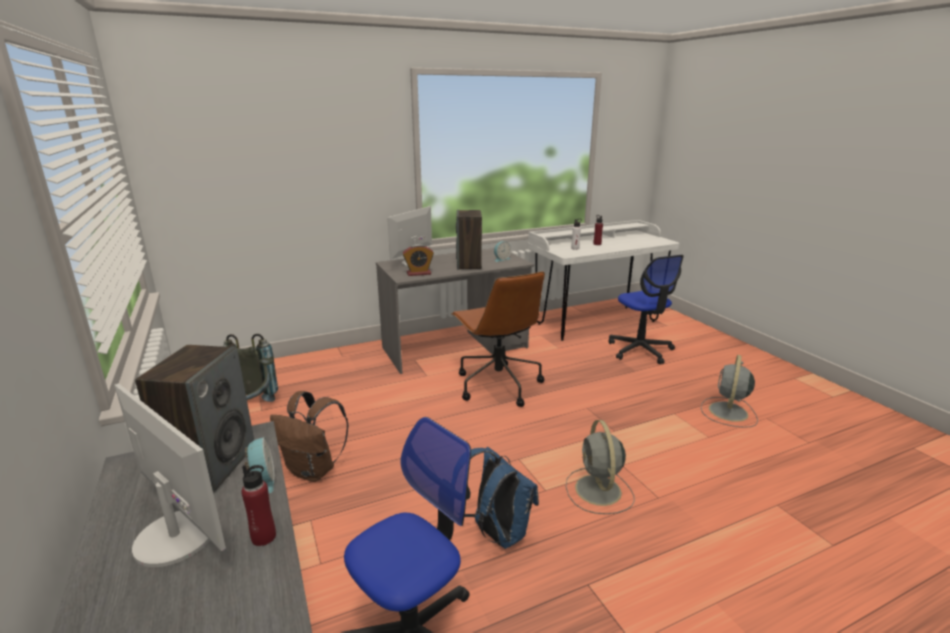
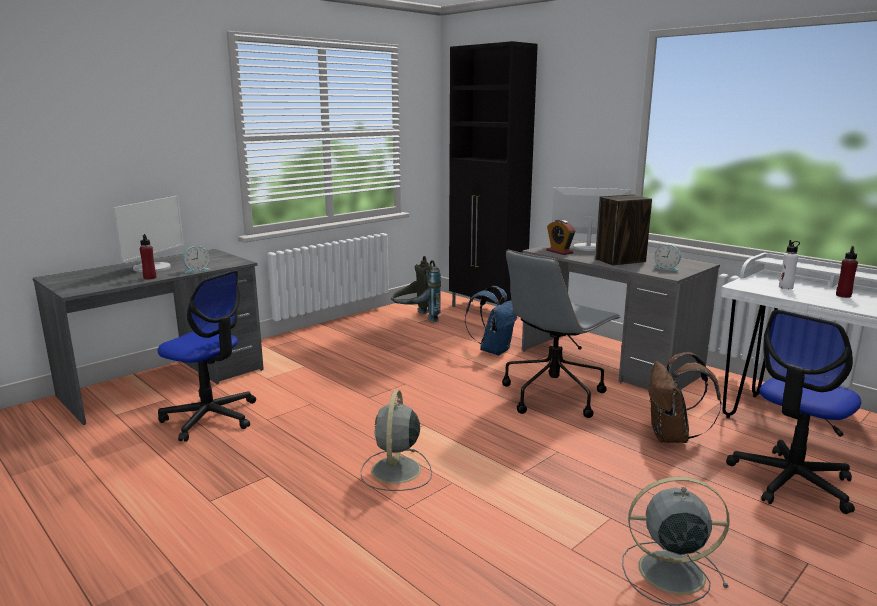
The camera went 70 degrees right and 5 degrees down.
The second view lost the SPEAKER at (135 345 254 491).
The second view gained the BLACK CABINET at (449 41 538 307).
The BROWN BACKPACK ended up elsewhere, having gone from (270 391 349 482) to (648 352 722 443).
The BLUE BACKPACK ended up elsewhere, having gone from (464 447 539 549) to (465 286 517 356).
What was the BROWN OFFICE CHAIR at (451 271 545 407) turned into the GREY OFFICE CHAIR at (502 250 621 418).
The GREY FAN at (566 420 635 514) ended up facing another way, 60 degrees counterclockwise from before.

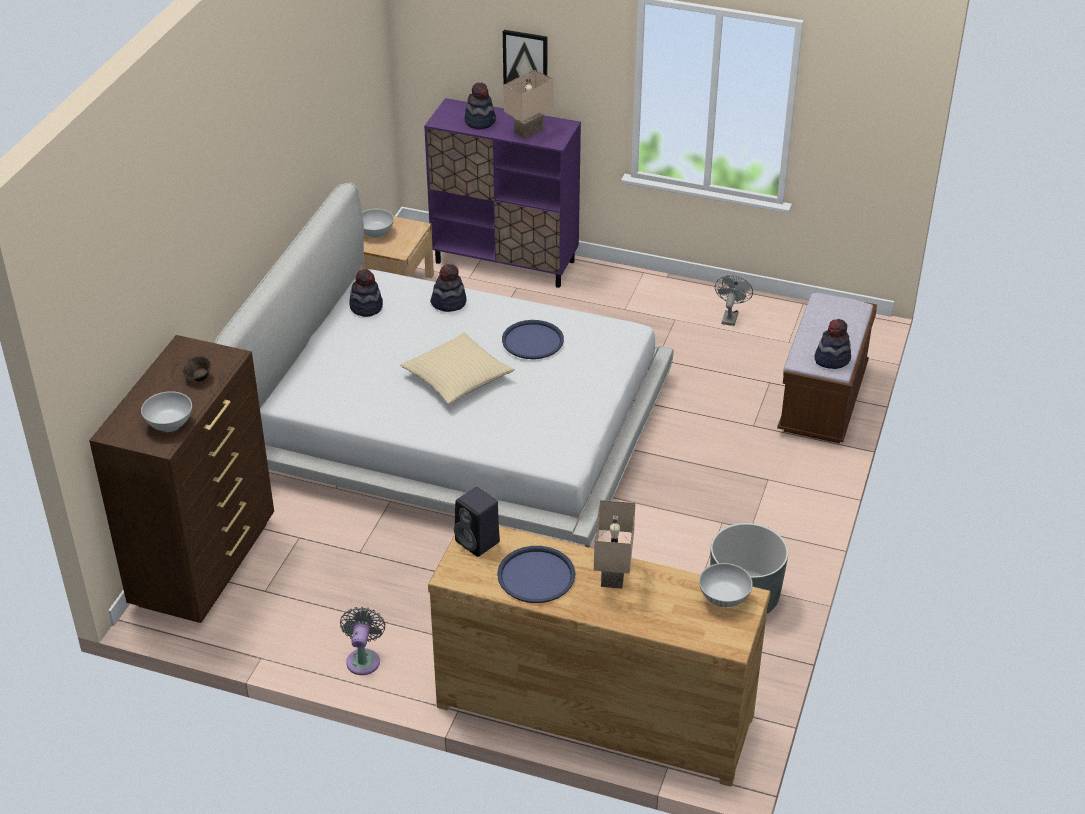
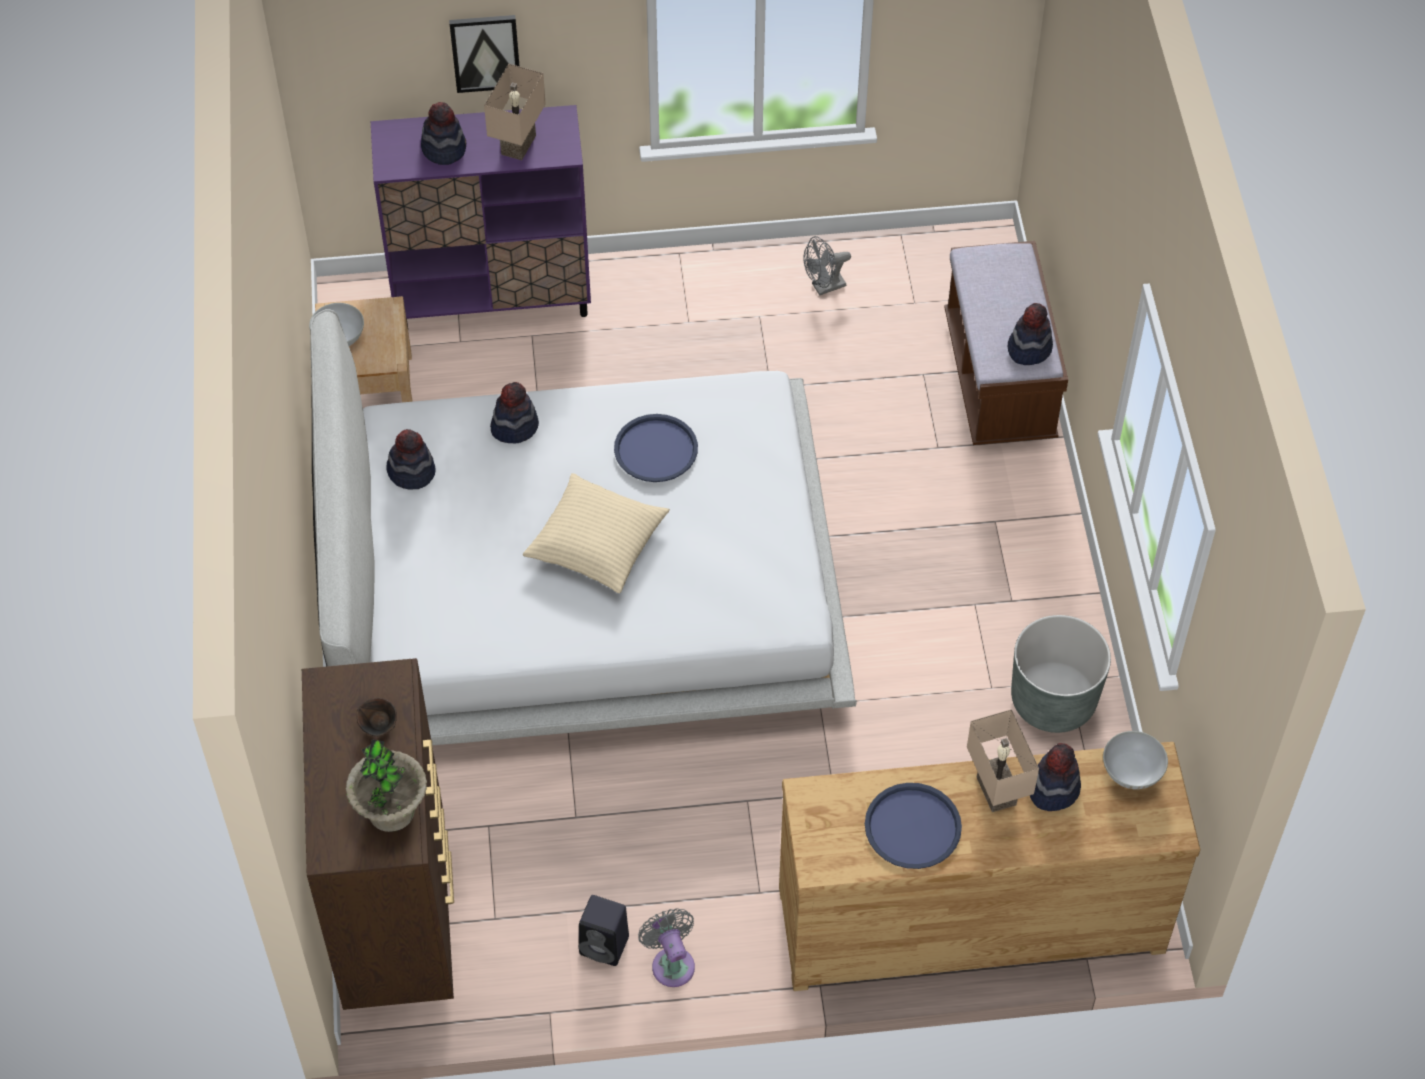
The camera went 25 degrees left and 15 degrees up.
The second view gained the HAT at (1030 743 1081 811).
The BLACK SPEAKER ended up elsewhere, having gone from (454 487 500 557) to (579 895 629 966).
Where the WHITE BOWL stood at (141 391 192 432), the POTTED PLANT came to stand at (346 739 427 832).
The GREY FAN at (715 275 753 326) ended up facing another way, 105 degrees counterclockwise from before.

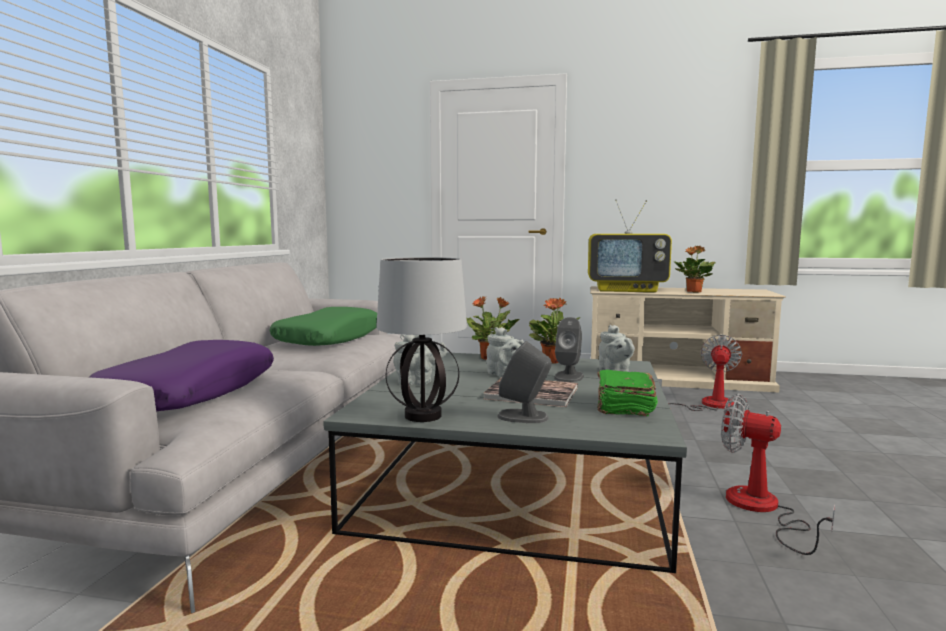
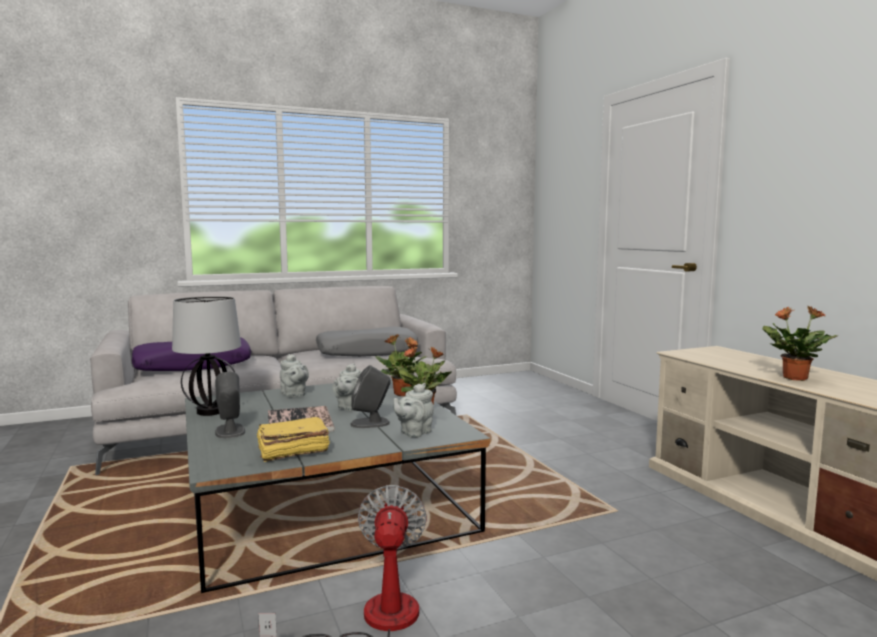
The camera went 55 degrees right and 0 degrees up.
The second view lost the TELEVISION at (588 199 672 292).
The second view lost the FAN at (658 335 742 411).
What was the GREEN PILLOW at (269 307 377 346) turned into the GREY PILLOW at (316 327 418 357).
What was the GREEN BOOK at (597 370 658 416) turned into the YELLOW BOOK at (256 417 330 462).

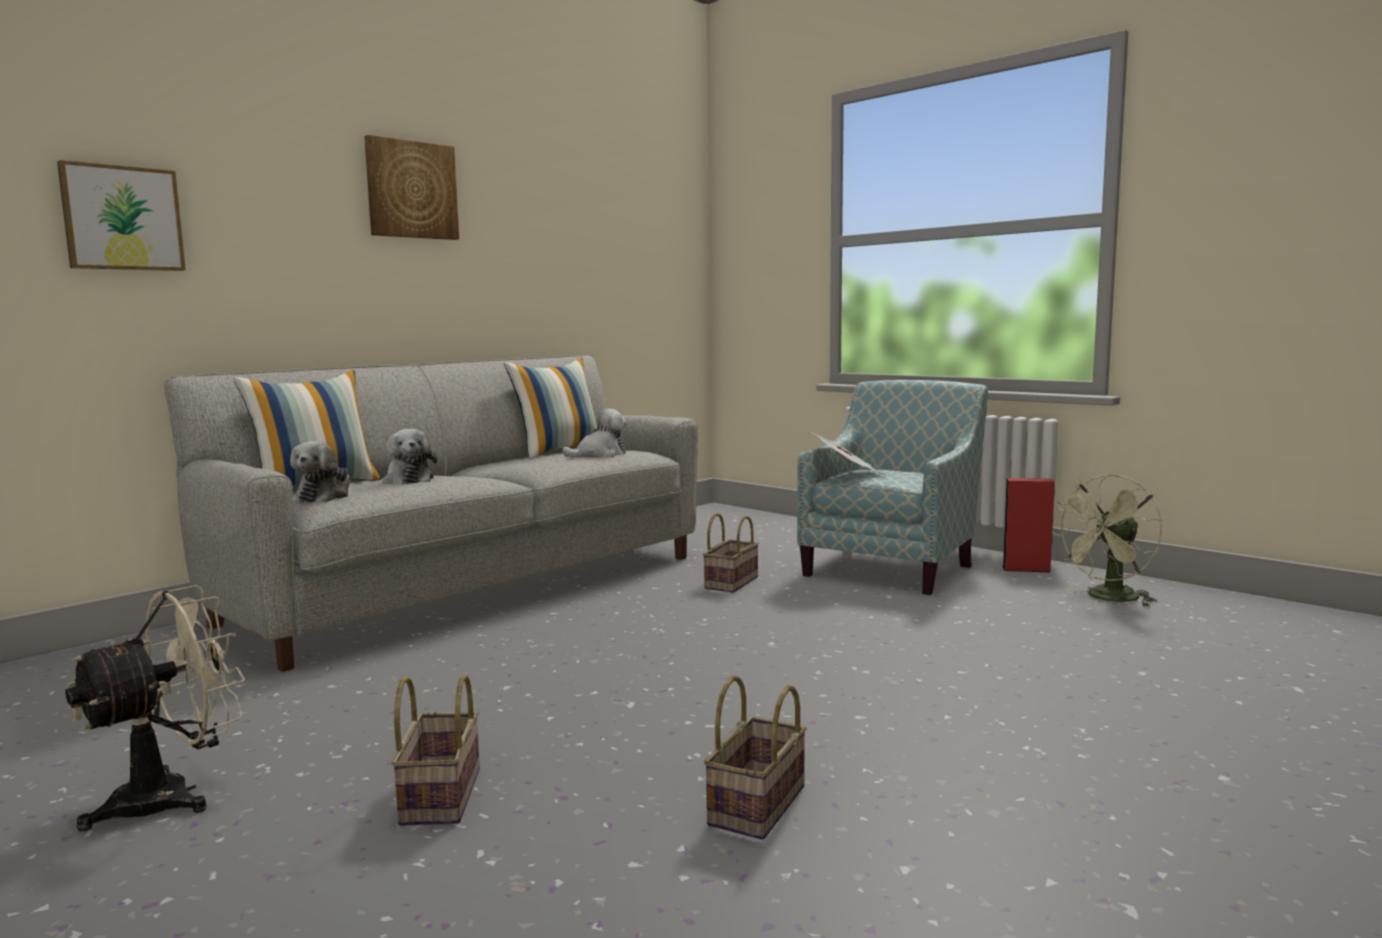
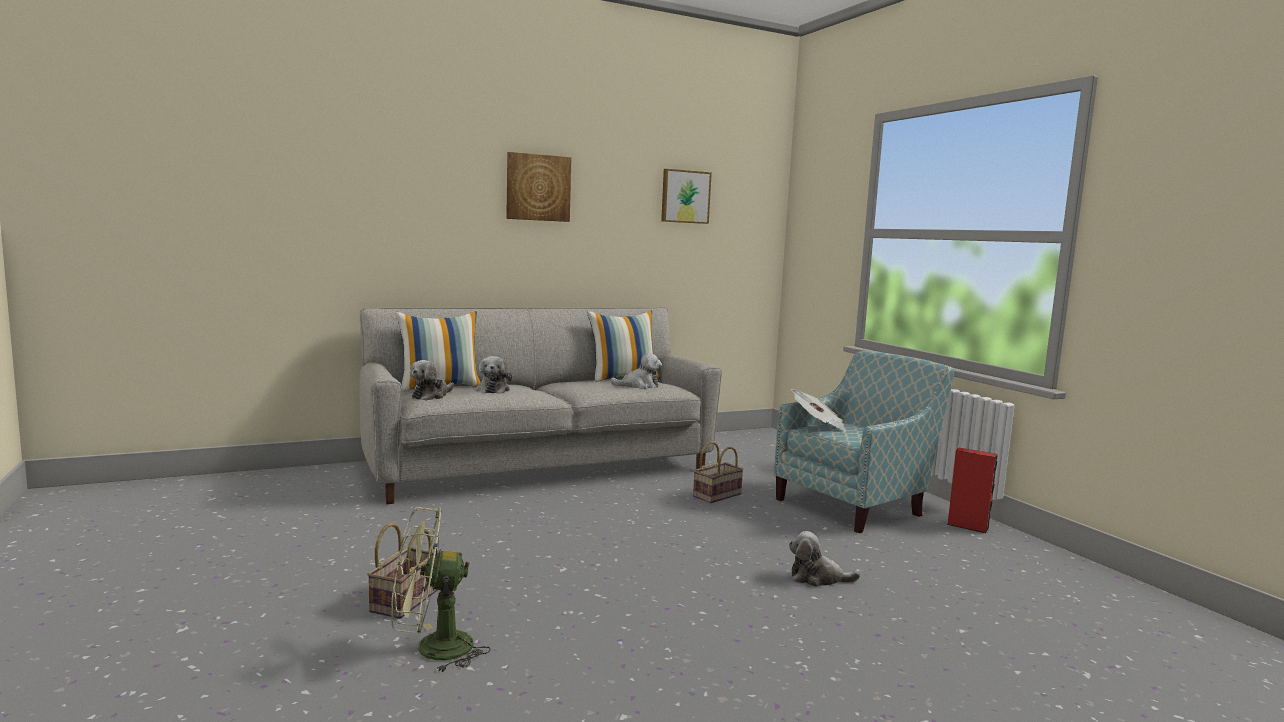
The camera went 20 degrees right and 0 degrees up.
The second view lost the BEIGE FAN at (65 585 246 831).
The second view lost the BASKET at (704 676 807 840).
The second view gained the PLUSH TOY at (789 531 860 587).
The PICTURE ended up elsewhere, having gone from (57 160 186 271) to (661 169 712 224).
The GREEN FAN ended up elsewhere, having gone from (1052 474 1162 607) to (391 507 491 673).

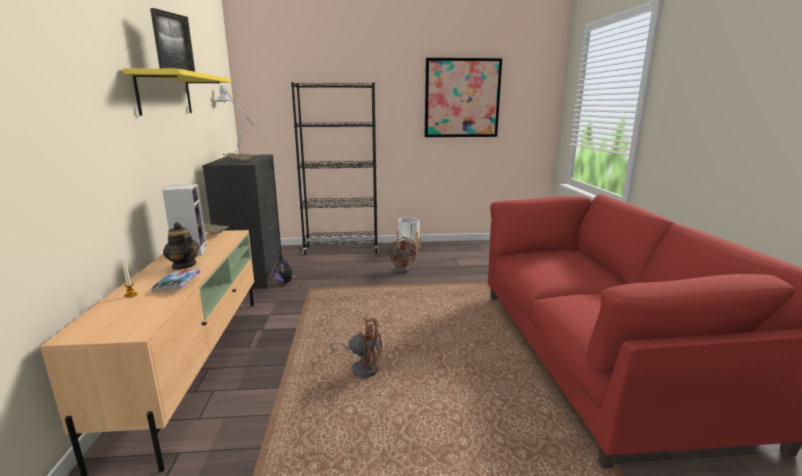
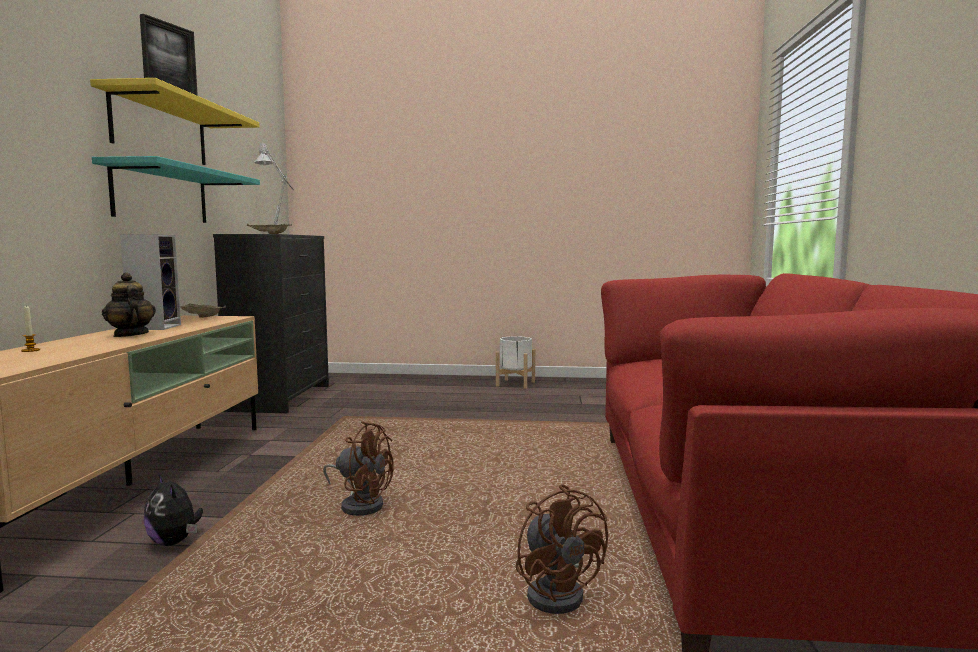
The camera went 10 degrees right and 10 degrees down.
The second view lost the BOOK at (151 269 200 292).
The second view lost the BLACK BOOKCASE at (291 82 378 255).
The second view lost the PICTURE at (425 58 502 137).
The second view gained the TURQUOISE SHELF at (92 156 260 223).
The PLUSH TOY ended up elsewhere, having gone from (274 258 296 283) to (144 474 203 546).
The BROWN FAN ended up elsewhere, having gone from (390 236 416 273) to (516 484 608 614).

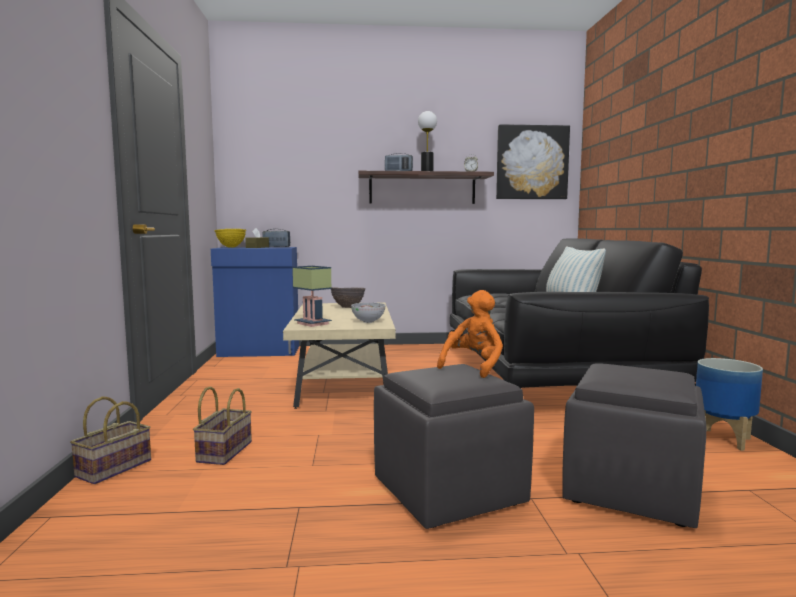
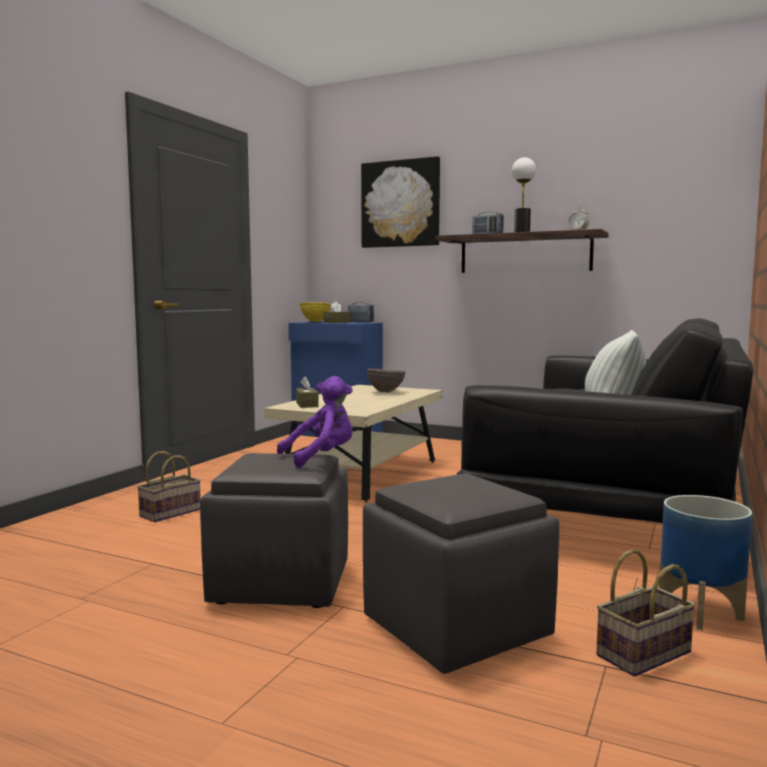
The camera went 30 degrees right and 0 degrees up.
The second view lost the BOWL at (351 303 385 323).
The BASKET ended up elsewhere, having gone from (70 396 151 484) to (596 549 696 677).
The PICTURE ended up elsewhere, having gone from (496 124 570 199) to (361 156 440 248).
Where the TABLE LAMP stood at (292 266 332 327), the BROWN TISSUE BOX came to stand at (296 376 319 408).
What was the ORANGE PLUSH TOY at (437 290 503 378) turned into the PURPLE PLUSH TOY at (277 376 353 468).

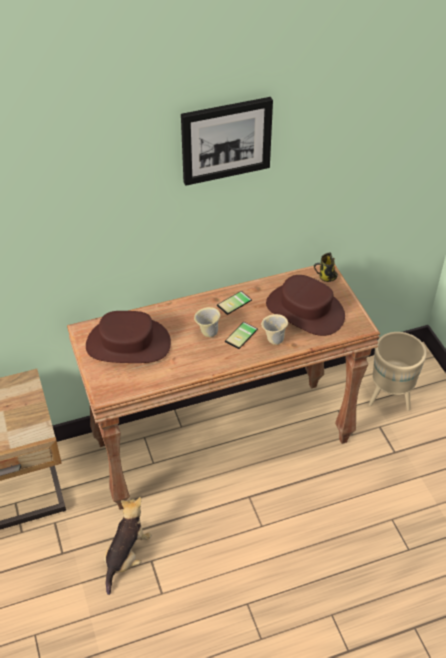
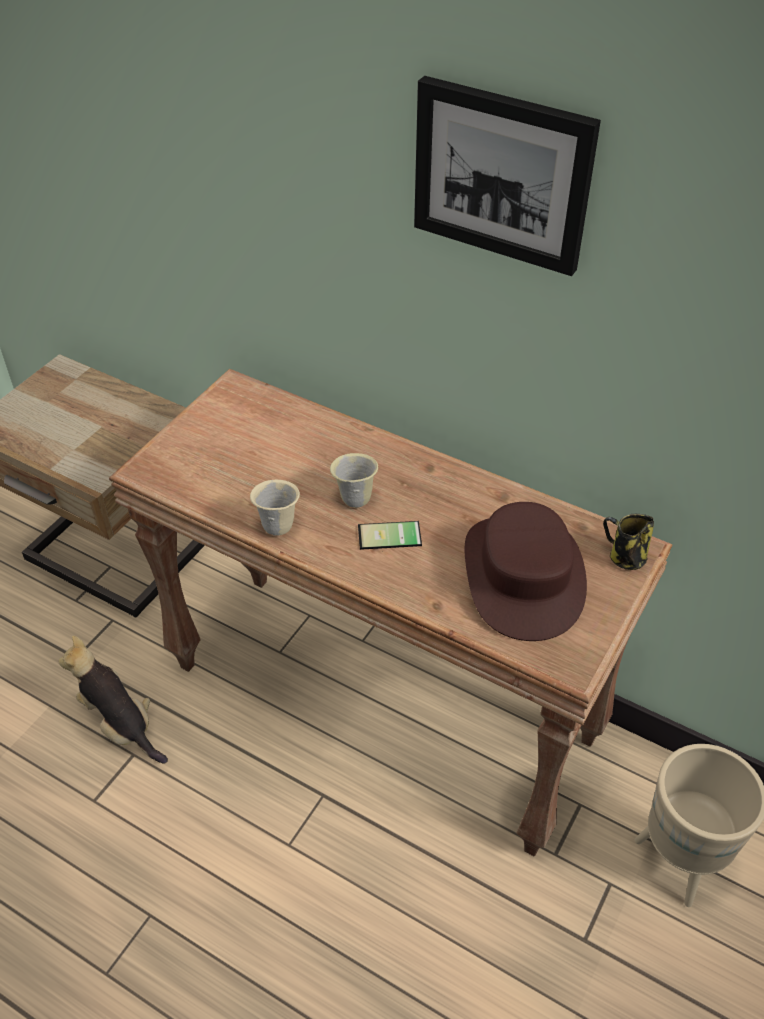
The camera went 50 degrees right and 0 degrees up.
The second view lost the BROWN HAT at (86 311 171 363).
The second view lost the PHONE at (217 291 252 315).
The BEIGE MUG ended up elsewhere, having gone from (261 314 288 345) to (250 480 300 536).
The PLUSH TOY at (104 497 152 595) ended up facing another way, 120 degrees counterclockwise from before.

